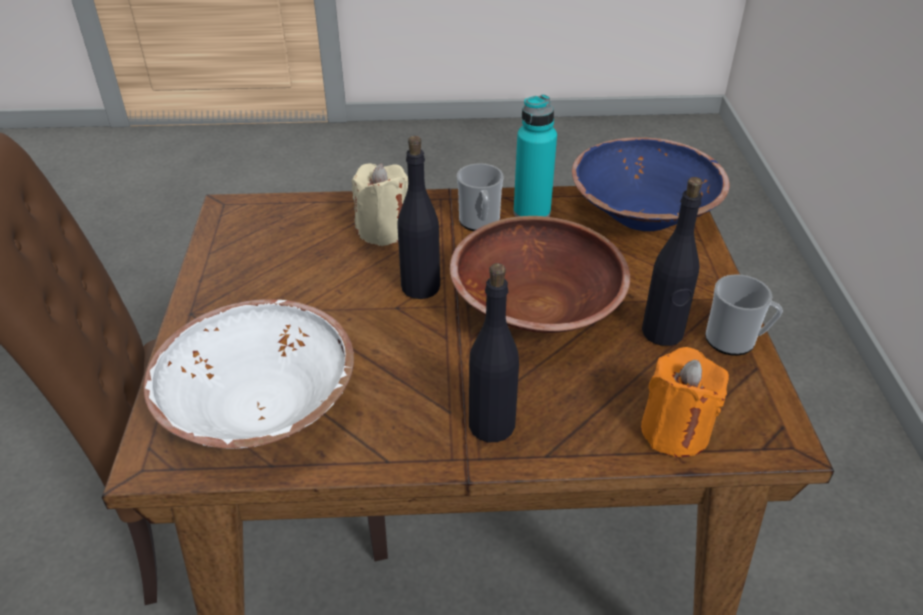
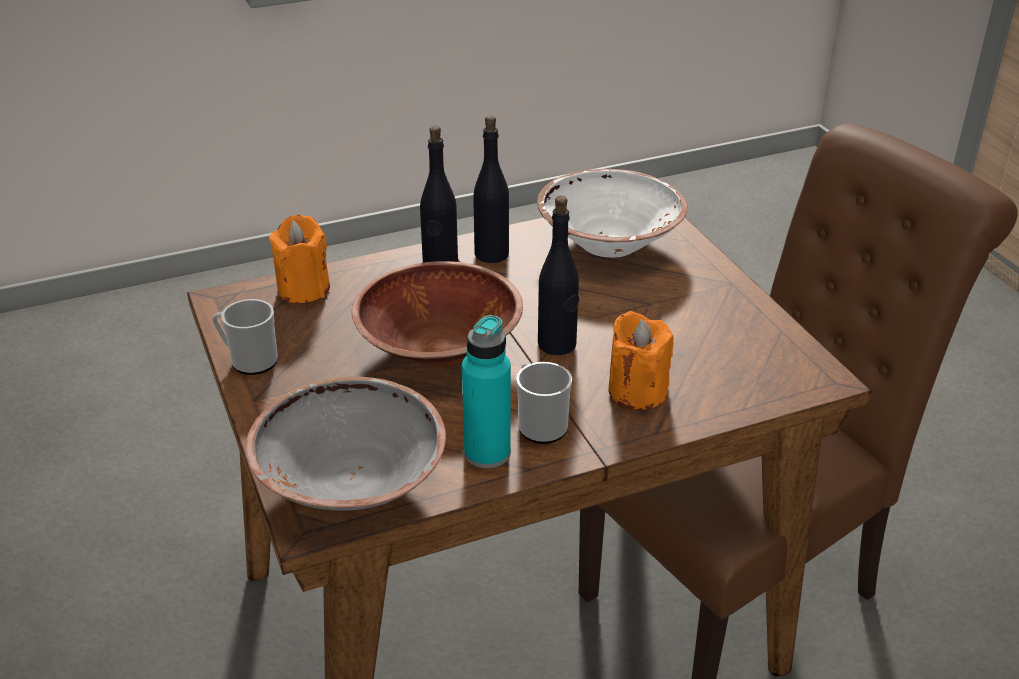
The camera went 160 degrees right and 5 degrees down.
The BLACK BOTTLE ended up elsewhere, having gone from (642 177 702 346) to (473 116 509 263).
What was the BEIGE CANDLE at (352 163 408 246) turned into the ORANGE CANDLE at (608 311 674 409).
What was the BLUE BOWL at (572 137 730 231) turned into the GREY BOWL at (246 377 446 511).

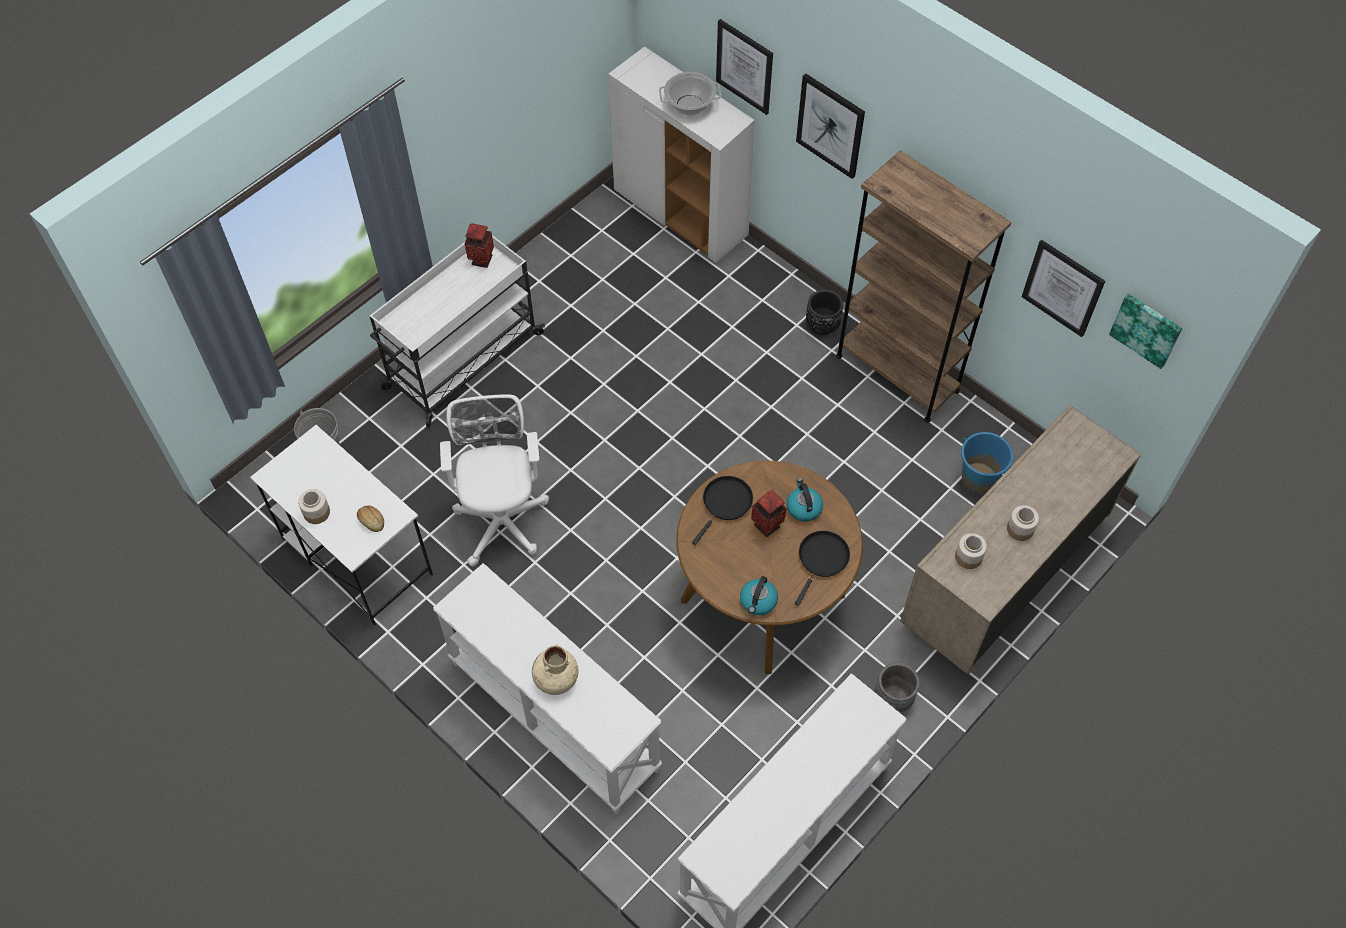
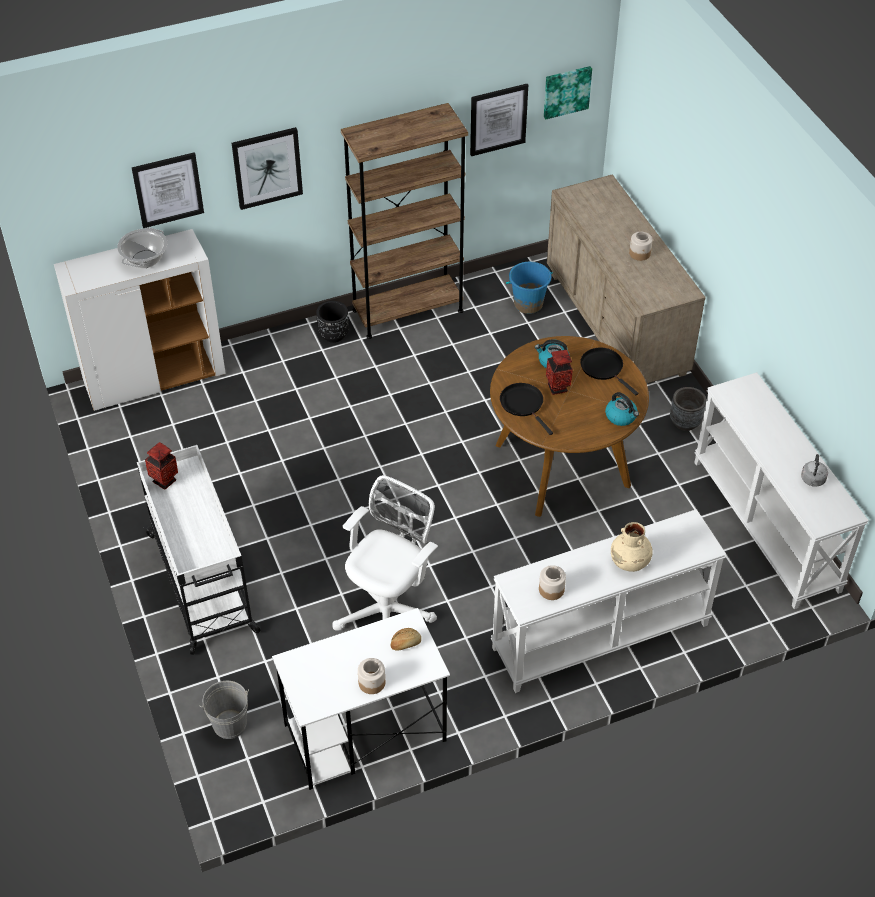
The camera went 65 degrees left and 10 degrees down.
The second view gained the GREY KETTLE at (801 454 828 487).
The JAR ended up elsewhere, having gone from (955 533 987 569) to (539 565 566 600).
The WHITE OFFICE CHAIR at (440 394 549 567) ended up facing another way, 105 degrees clockwise from before.

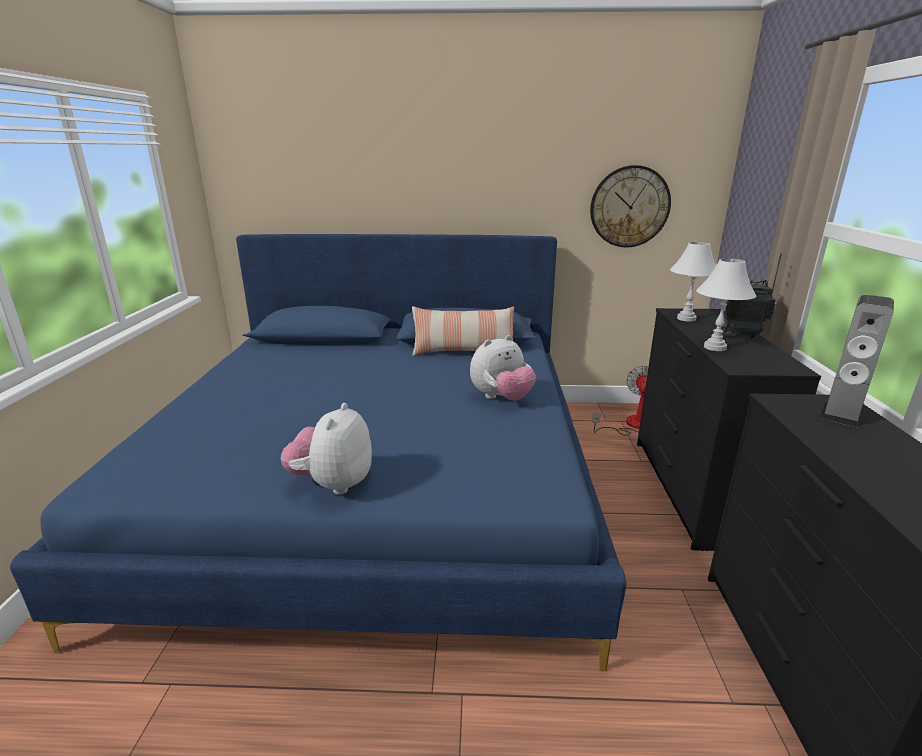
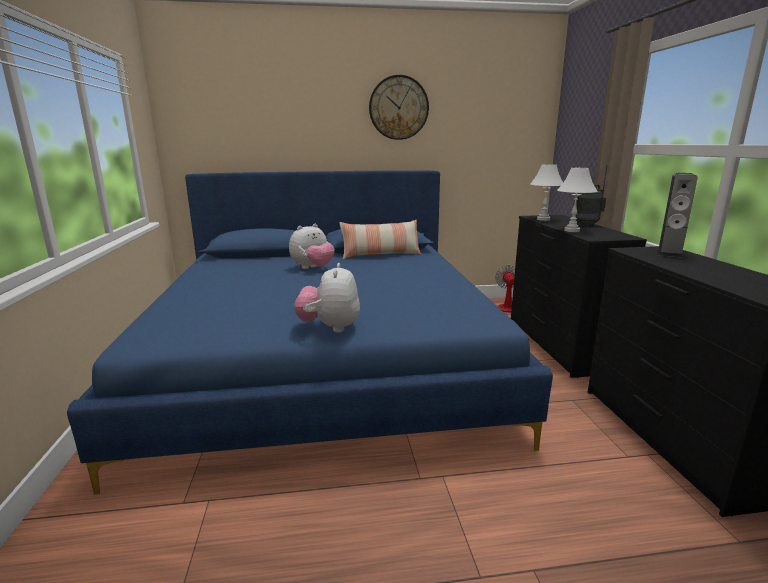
The camera went 10 degrees left and 5 degrees down.
The PLUSH TOY ended up elsewhere, having gone from (470 335 536 401) to (289 224 335 269).
The WALL CLOCK ended up elsewhere, having gone from (590 165 671 247) to (369 75 429 140).

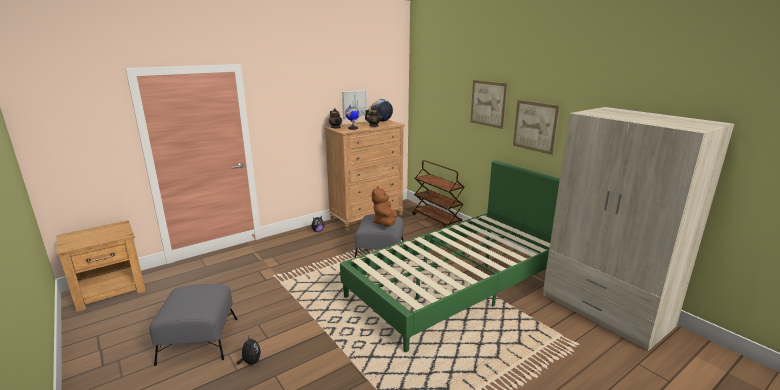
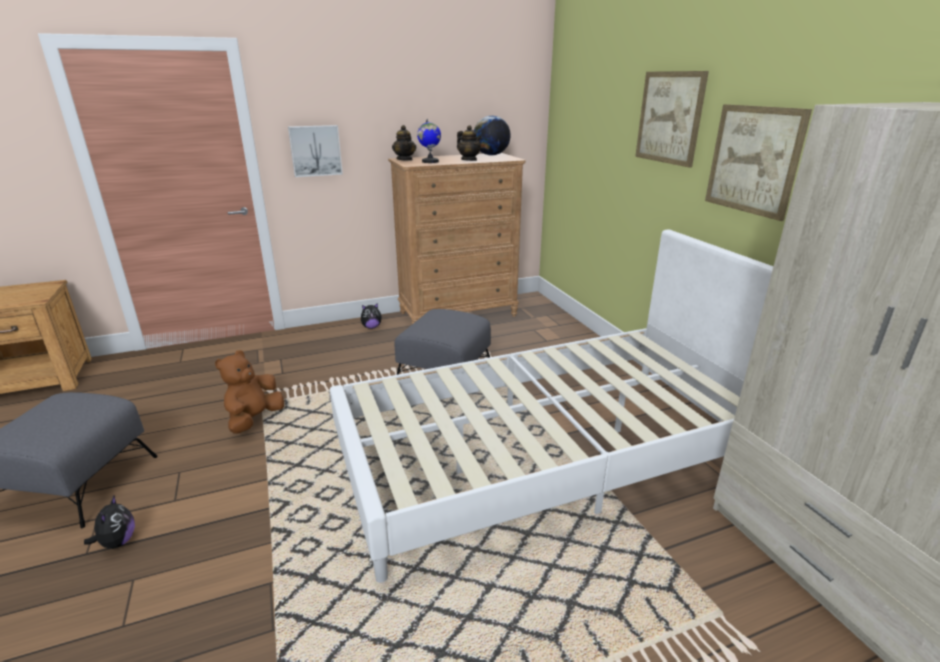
The camera went 15 degrees right and 5 degrees up.
The second view lost the BROWN CART at (413 160 465 227).
The PICTURE ended up elsewhere, having gone from (342 90 367 119) to (288 125 343 177).
The BROWN PLUSH TOY ended up elsewhere, having gone from (372 186 397 227) to (215 350 284 434).
What was the GREEN BED at (340 160 560 352) turned into the WHITE BED at (330 229 773 583).

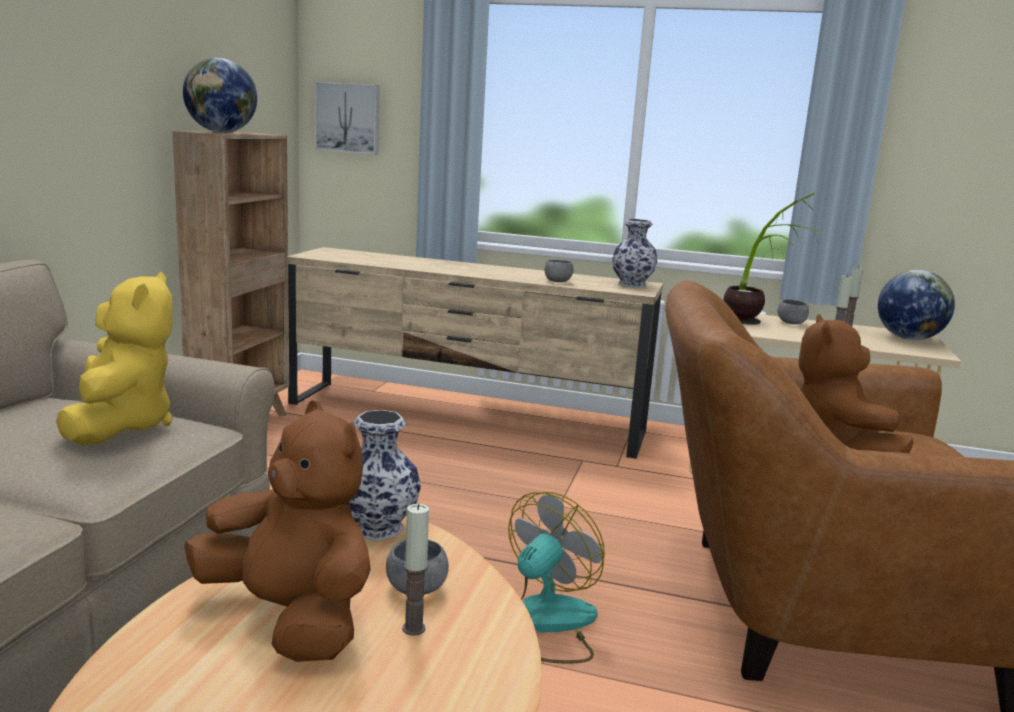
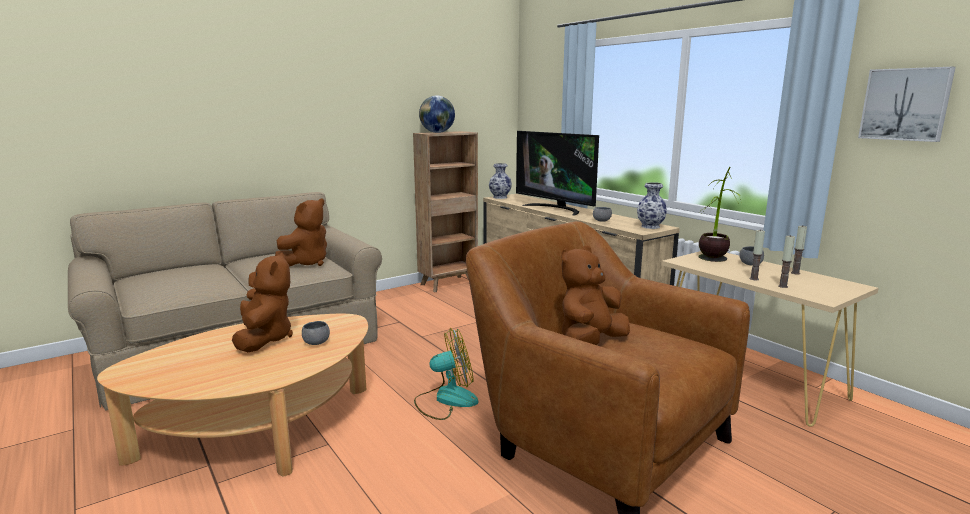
The camera went 40 degrees right and 0 degrees up.
The second view lost the GLOBE at (878 270 955 340).
The second view gained the TELEVISION at (516 131 599 215).
The PICTURE ended up elsewhere, having gone from (315 82 380 155) to (858 67 956 142).
The VASE ended up elsewhere, having gone from (349 410 421 540) to (489 163 512 199).
The CANDLE ended up elsewhere, having gone from (402 504 429 636) to (778 236 795 288).
What was the YELLOW PLUSH TOY at (56 272 173 445) turned into the BROWN PLUSH TOY at (275 199 327 267).

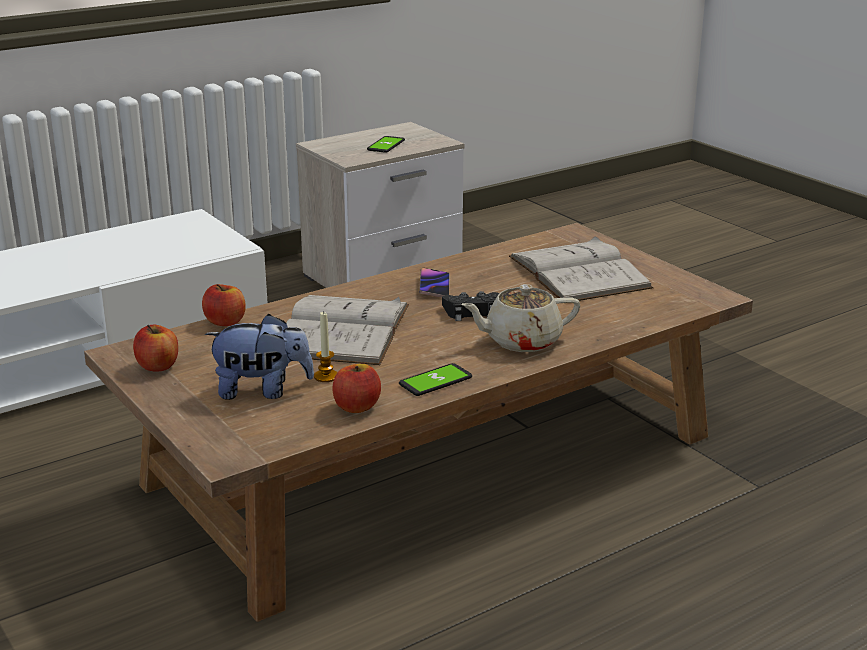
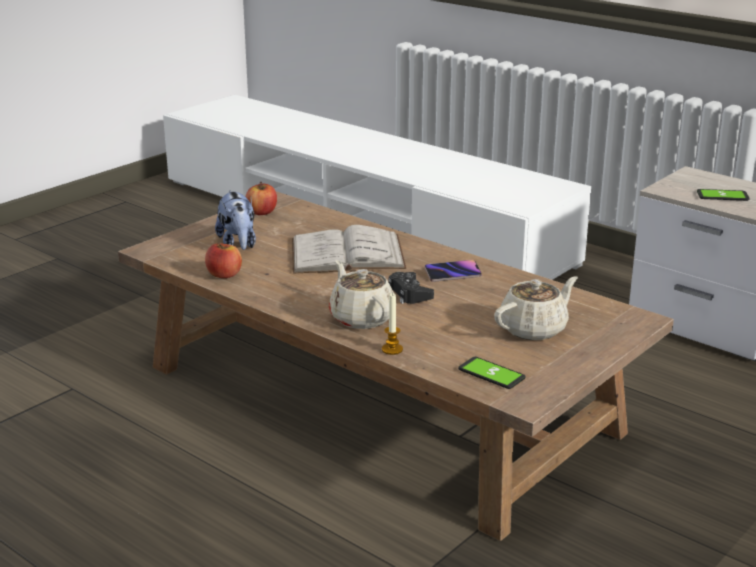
The camera went 75 degrees right and 0 degrees up.
The second view lost the APPLE at (202 284 246 326).
The CANDLE ended up elsewhere, having gone from (314 311 337 382) to (382 293 403 355).
The PHONE ended up elsewhere, having gone from (399 363 472 396) to (458 357 526 389).
Where the WHITE BOOK stood at (509 236 653 301), the BEIGE TEAPOT came to stand at (494 276 578 340).

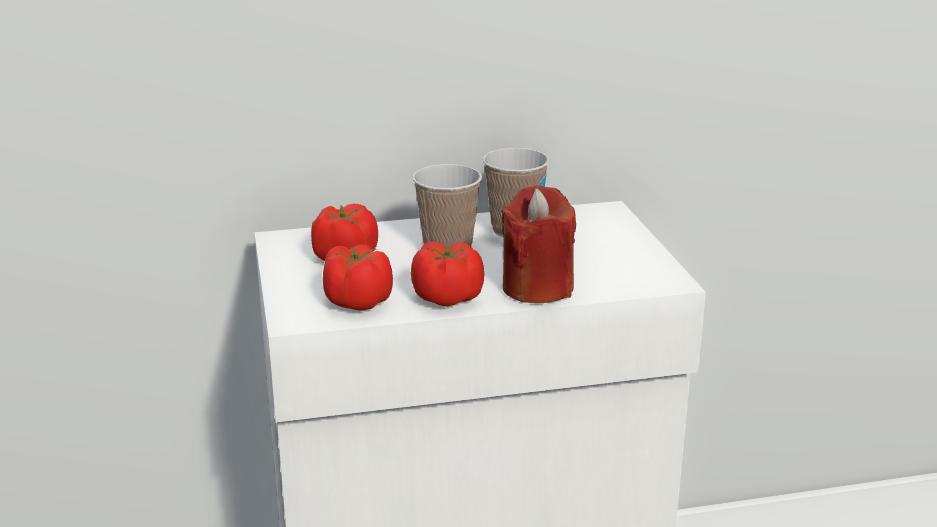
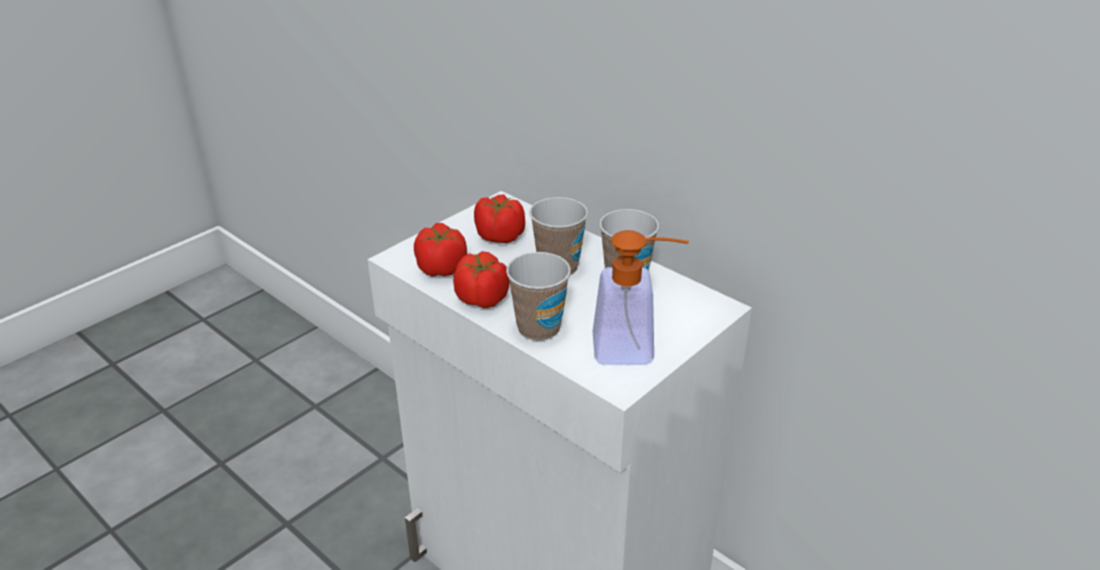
The camera went 55 degrees right and 10 degrees up.
The second view gained the SOAP DISPENSER at (593 230 689 365).
Where the RED CANDLE stood at (501 185 576 303), the CUP came to stand at (506 252 571 341).

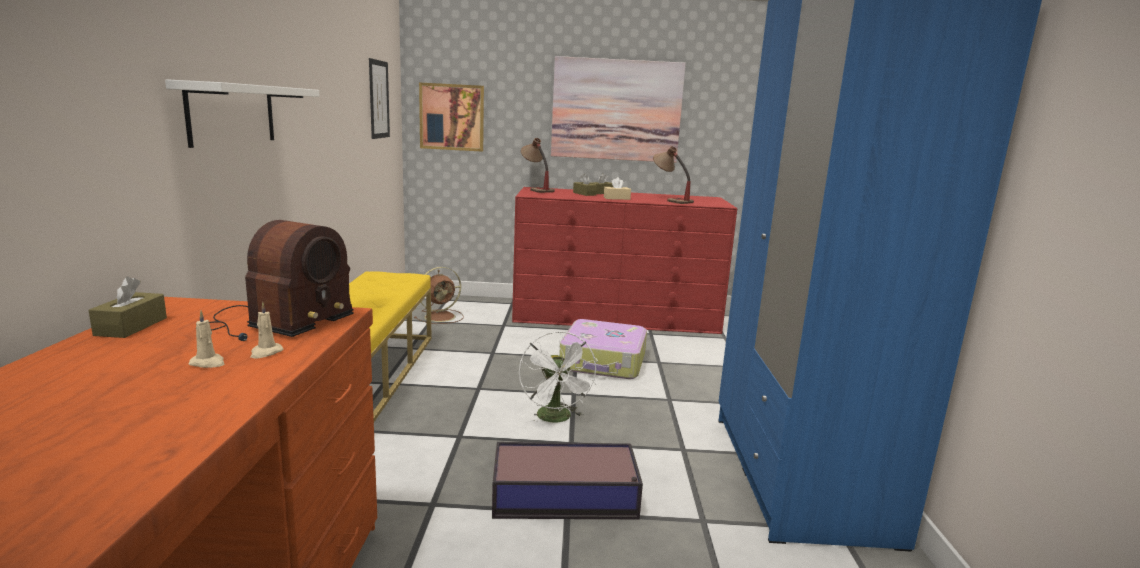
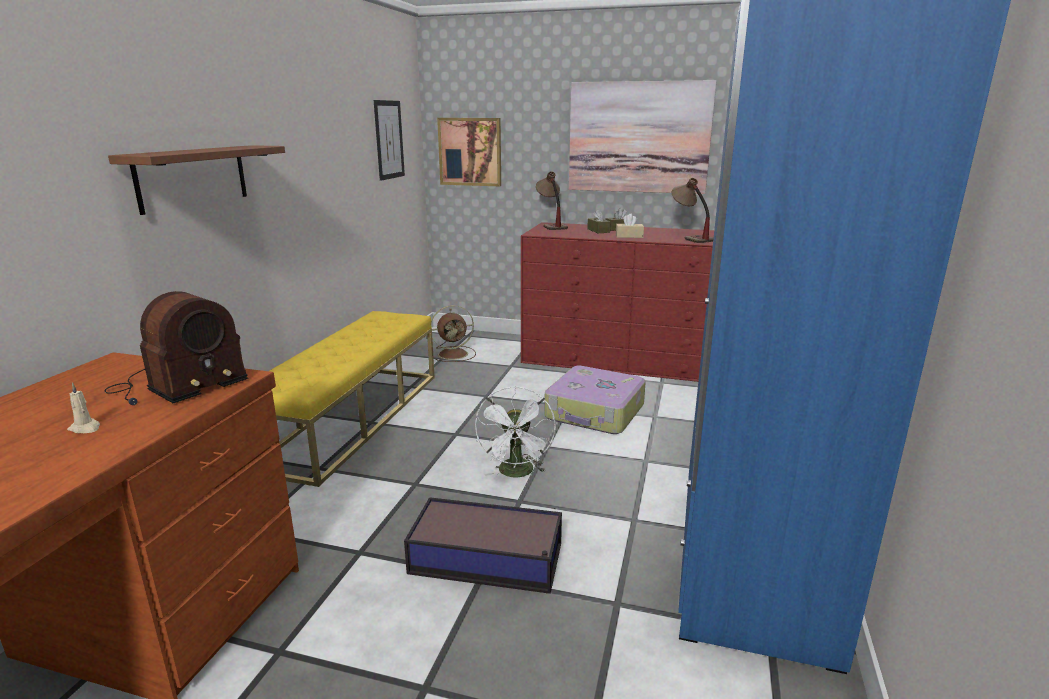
The camera went 15 degrees right and 5 degrees up.
The second view lost the BROWN TISSUE BOX at (88 276 167 338).
The second view lost the BEIGE CANDLE at (251 302 283 359).
What was the WHITE SHELF at (165 79 319 148) turned into the BROWN SHELF at (108 145 285 215).

